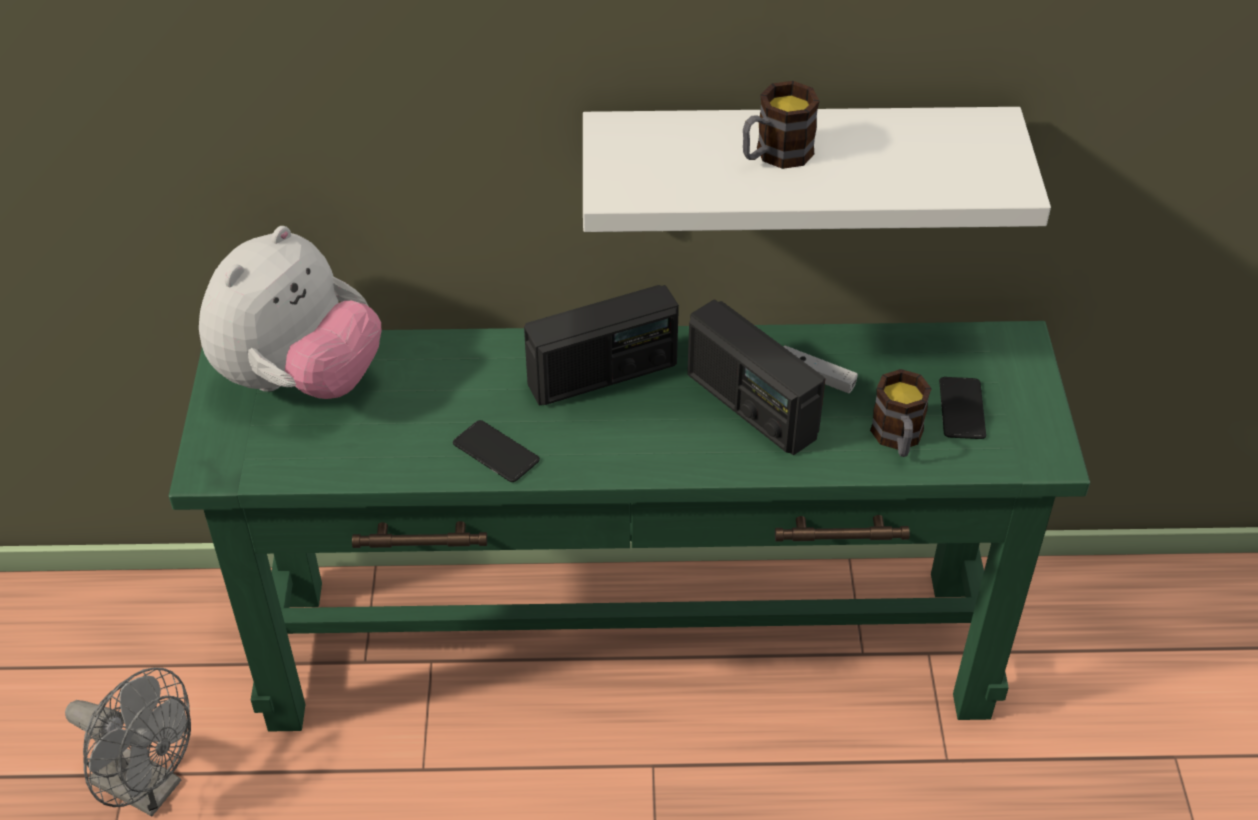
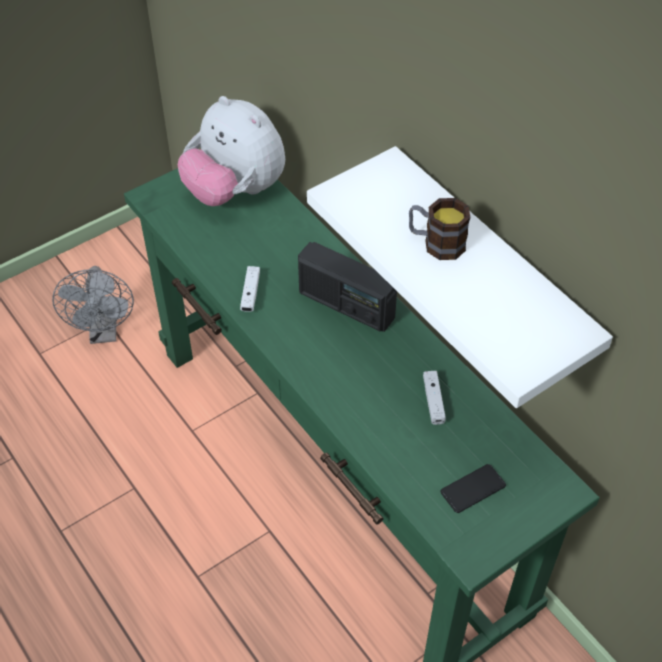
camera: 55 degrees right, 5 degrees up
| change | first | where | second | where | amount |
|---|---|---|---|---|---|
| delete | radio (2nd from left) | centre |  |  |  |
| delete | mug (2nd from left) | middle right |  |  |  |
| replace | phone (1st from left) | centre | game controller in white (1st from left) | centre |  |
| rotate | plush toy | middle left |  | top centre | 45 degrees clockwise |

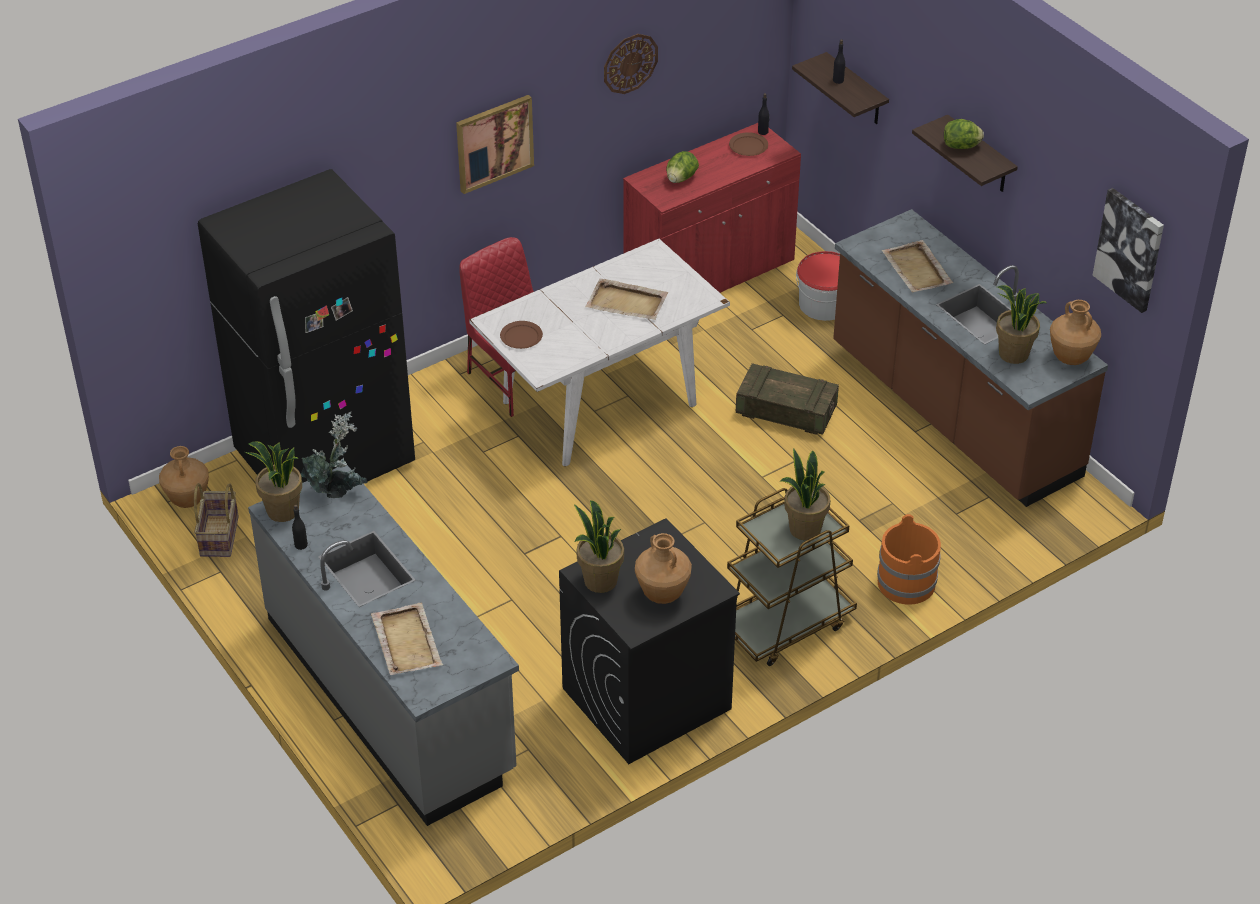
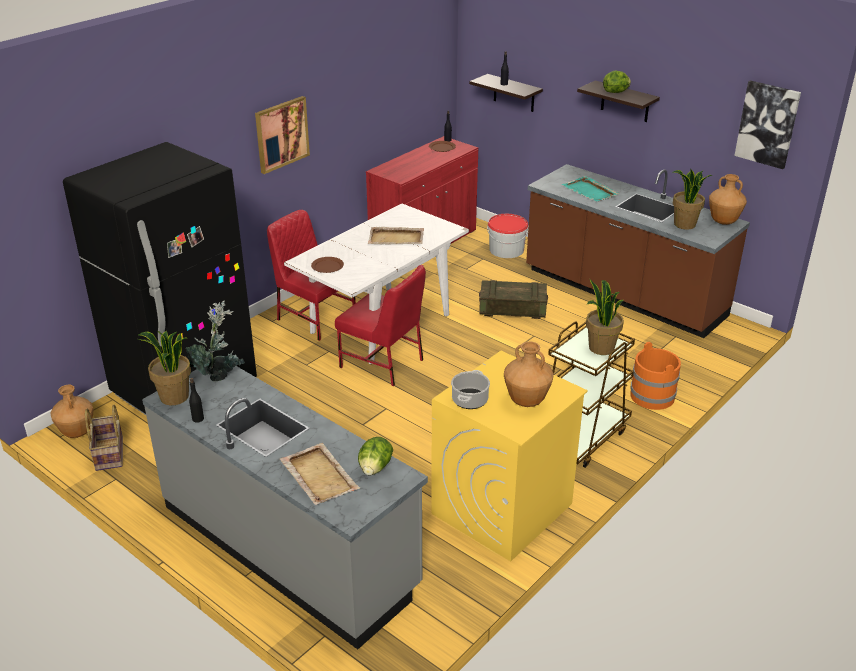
camera: 15 degrees left, 10 degrees down
| change | first | where | second | where | amount |
|---|---|---|---|---|---|
| delete | wall clock | top centre |  |  |  |
| insert |  |  | chair in red (2nd from left) | centre |  |
| move | lettuce (1st from left) | top centre |  | bottom centre |  |
| replace | potted plant (3rd from left) | centre | cooking pot | centre |  |
| recolor | washing machine in black | bottom centre | washing machine in yellow | bottom centre |  |
| recolor | tray in beige (3rd from left) | top right | tray in turquoise | top right |  |

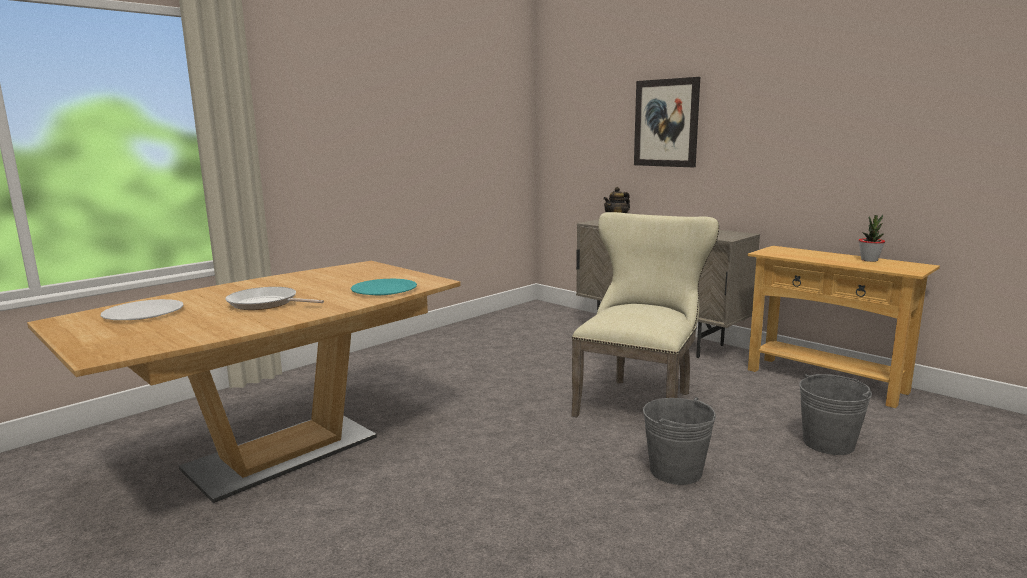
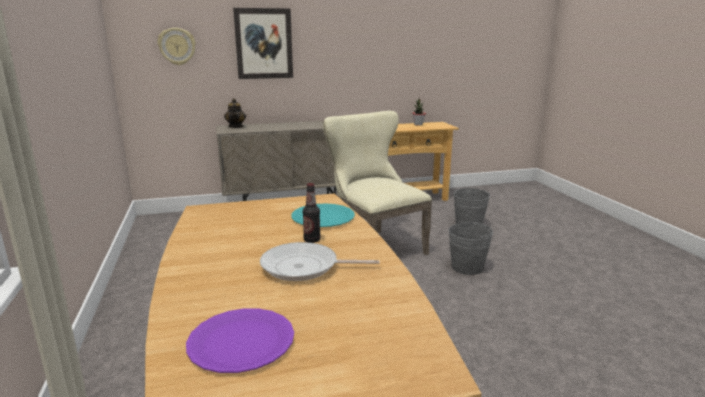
camera: 60 degrees left, 5 degrees up
| change | first | where | second | where | amount |
|---|---|---|---|---|---|
| insert |  |  | wall clock | top left |  |
| insert |  |  | bottle | centre |  |
| recolor | plate in white | middle left | plate in purple | bottom centre |  |
| rotate | frying pan | middle left |  | centre | 45 degrees clockwise |

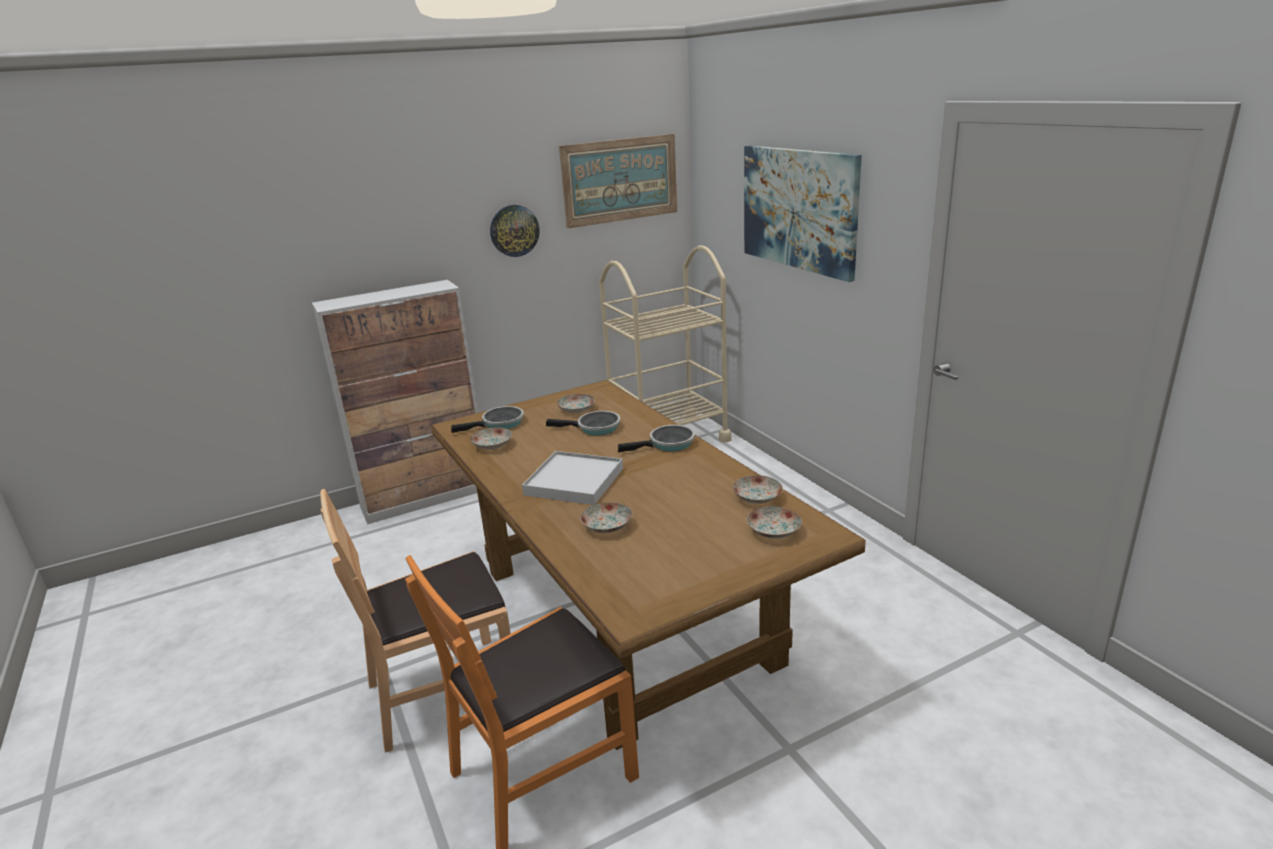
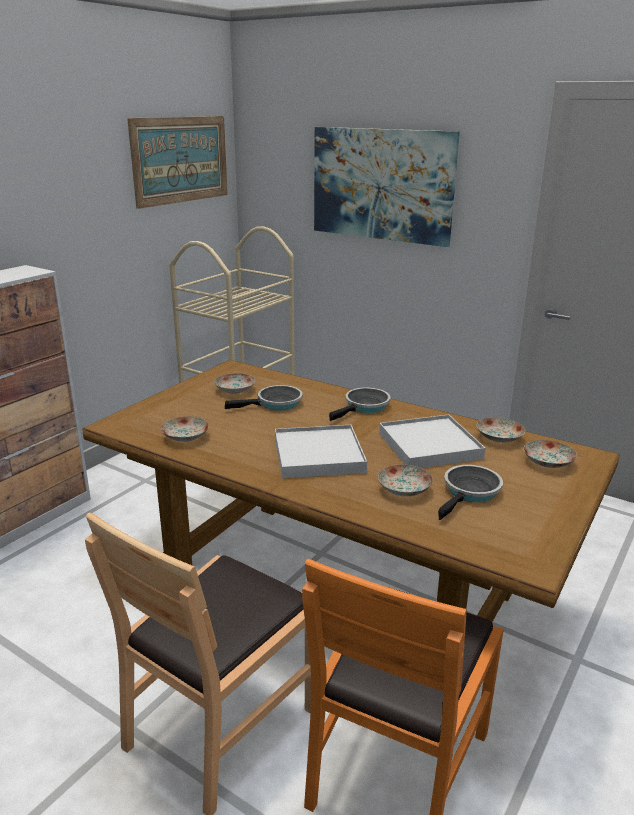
camera: 30 degrees left, 0 degrees up
| change | first | where | second | where | amount |
|---|---|---|---|---|---|
| delete | wall clock | top centre |  |  |  |
| insert |  |  | tray in white (2nd from left) | middle right |  |
| move | frying pan (1st from left in the first image) | centre | frying pan (3rd from left) | middle right |  |

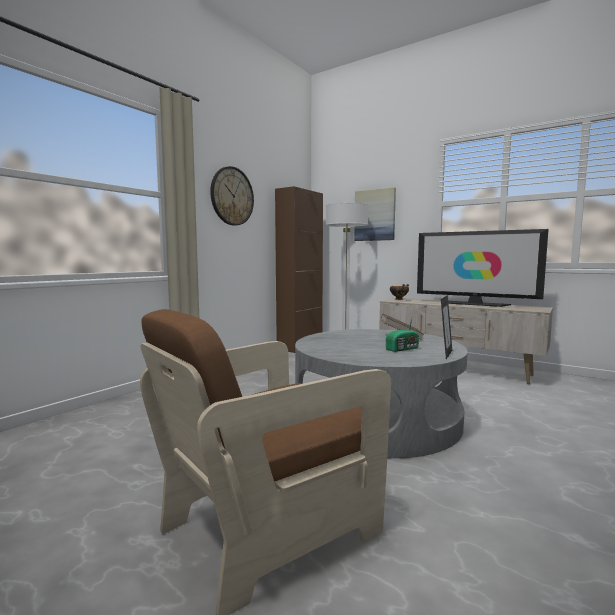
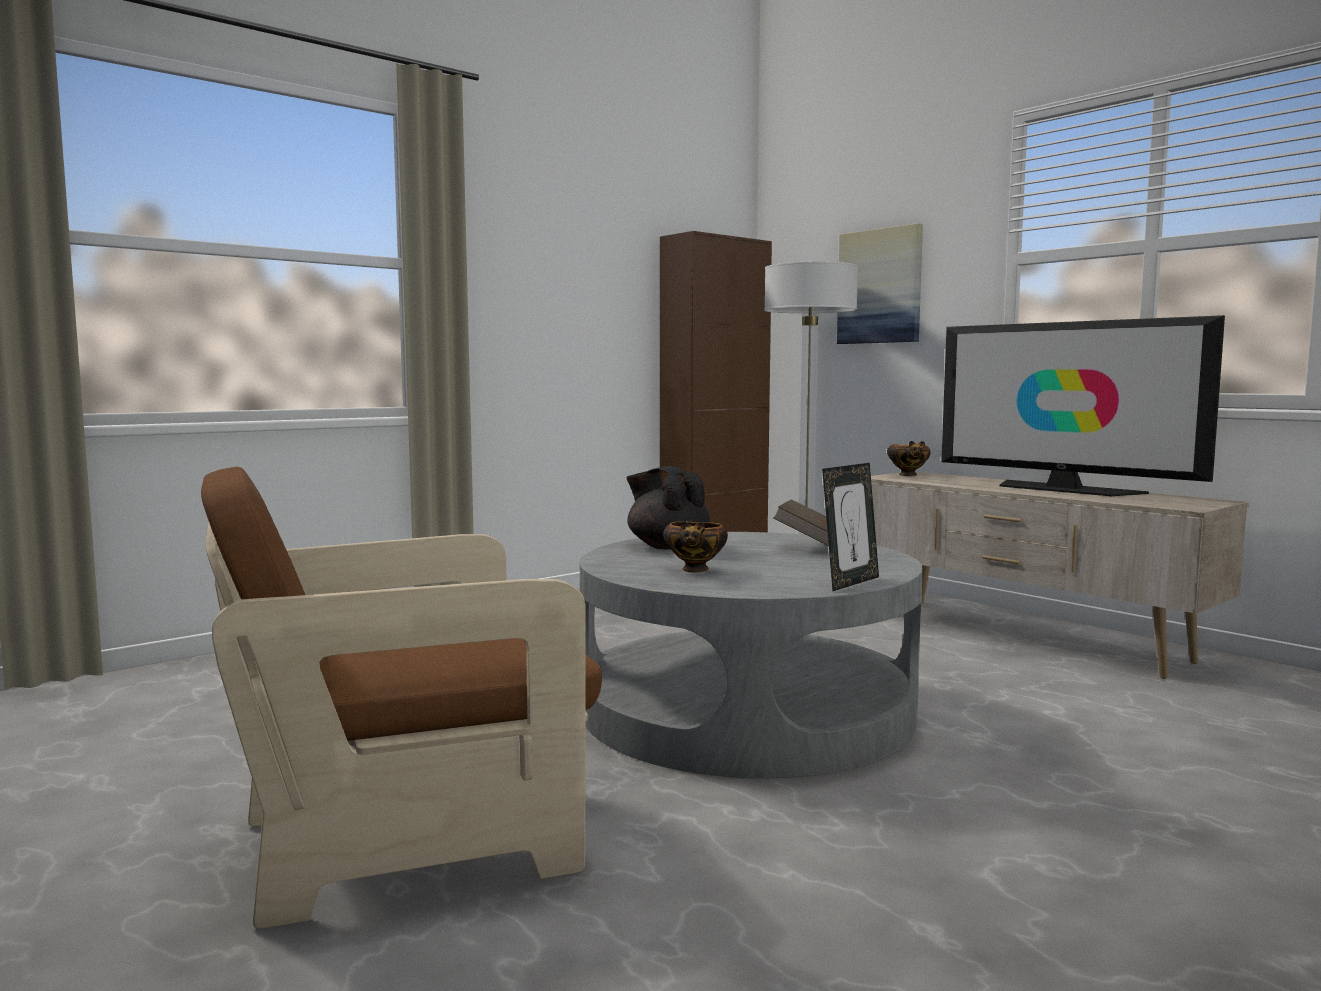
camera: 15 degrees right, 0 degrees up
| change | first | where | second | where | amount |
|---|---|---|---|---|---|
| delete | wall clock | top centre |  |  |  |
| delete | radio | centre |  |  |  |
| insert |  |  | teapot in black | centre |  |
| insert |  |  | bowl (1st from left) | centre |  |

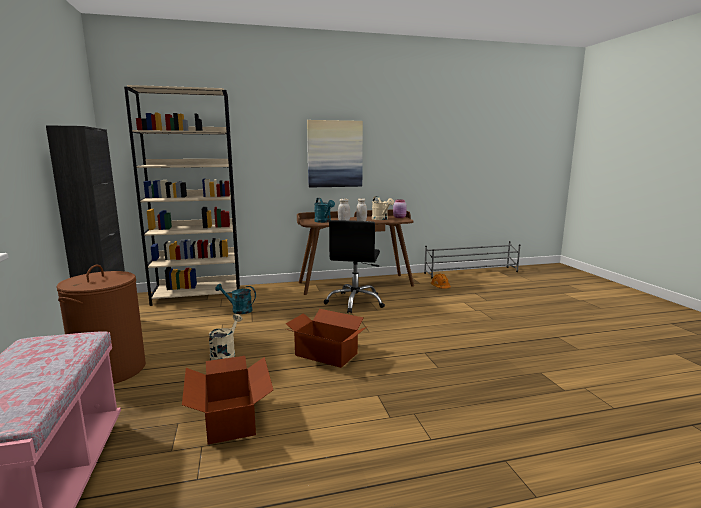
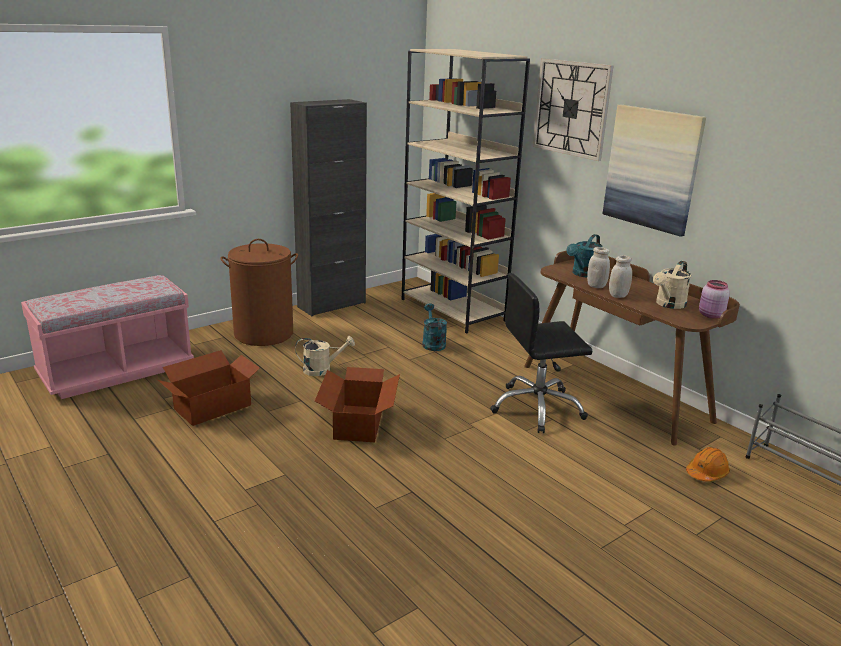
camera: 65 degrees right, 10 degrees up
| change | first | where | second | where | amount |
|---|---|---|---|---|---|
| insert |  |  | wall clock | top right |  |

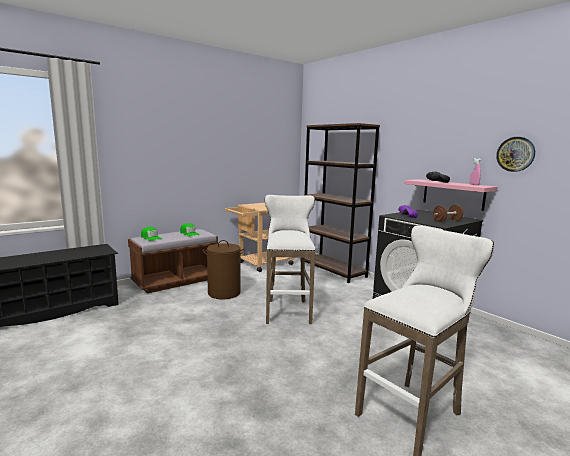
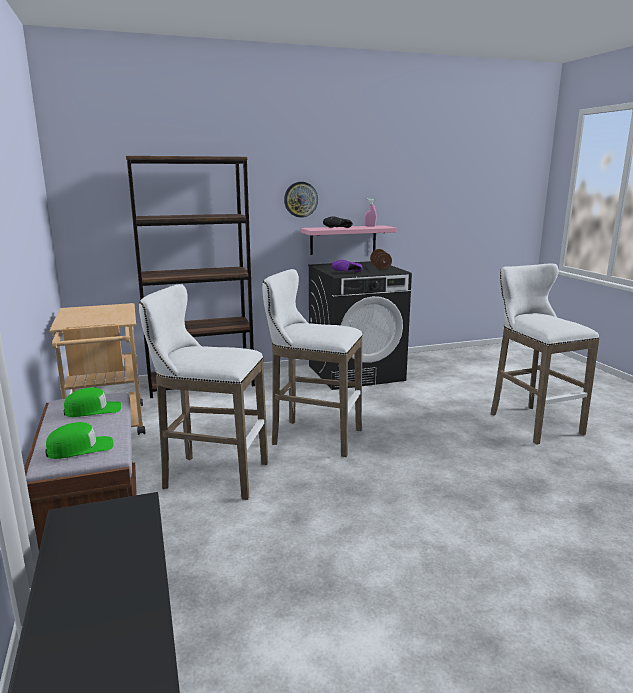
camera: 70 degrees left, 5 degrees up
| change | first | where | second | where | amount |
|---|---|---|---|---|---|
| move | wall clock | middle right |  | top centre |  |
| replace | laundry basket in brown | centre | stool in white (1st from left) | middle left |  |

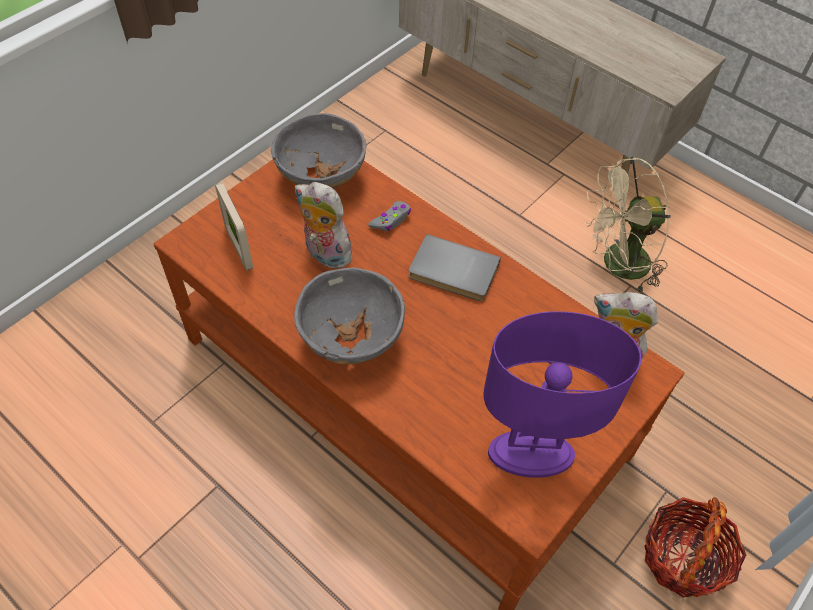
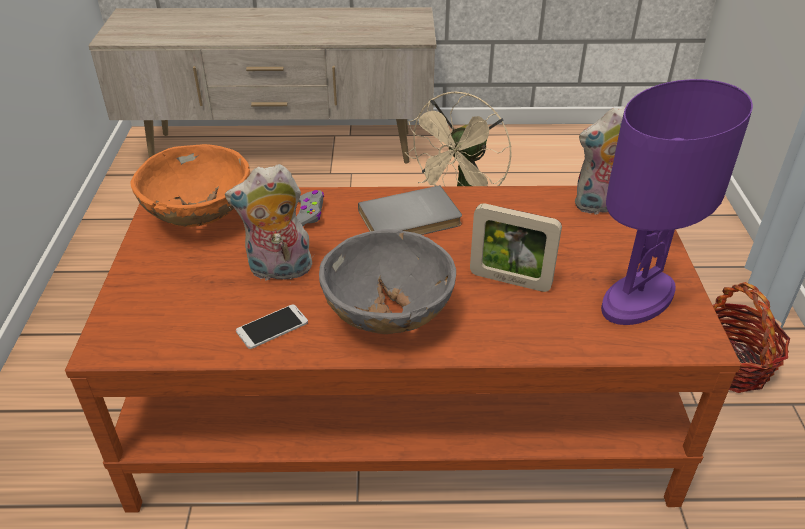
camera: 40 degrees left, 15 degrees down
| change | first | where | second | where | amount |
|---|---|---|---|---|---|
| insert |  |  | phone | centre |  |
| move | picture frame | middle left |  | centre |  |
| recolor | bowl in grey (1st from left) | top centre | bowl in orange | middle left |  |

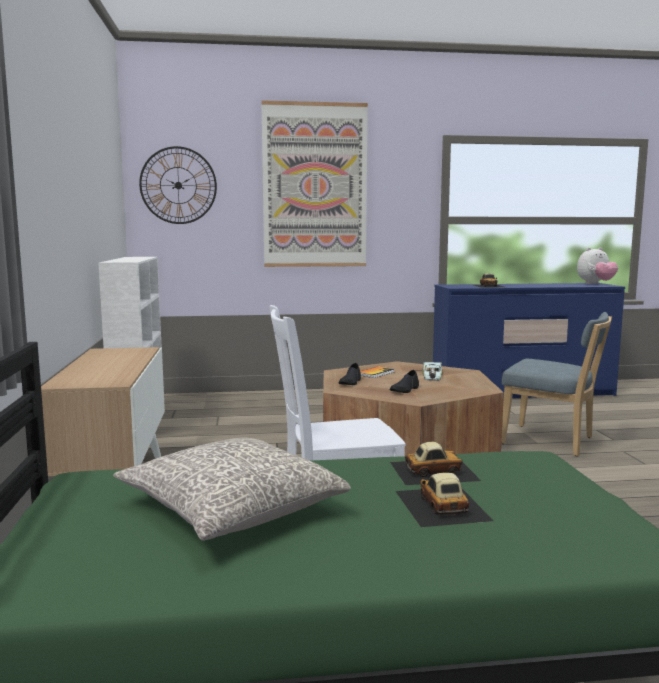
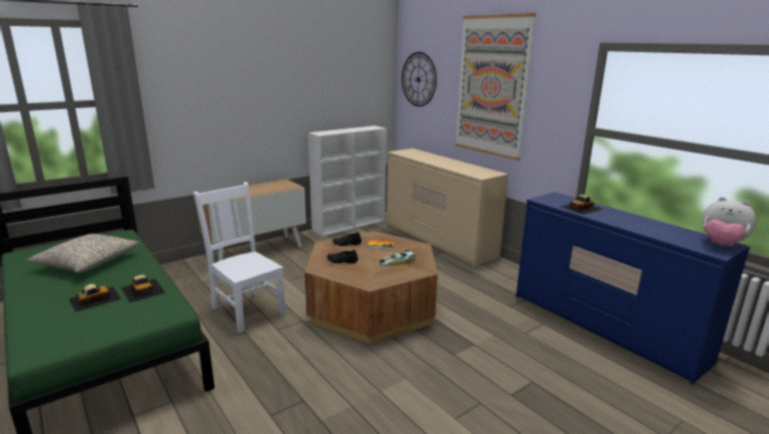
camera: 60 degrees right, 10 degrees up
| change | first | where | second | where | amount |
|---|---|---|---|---|---|
| delete | chair in blue | middle right |  |  |  |
| insert |  |  | dresser in beige | centre |  |

